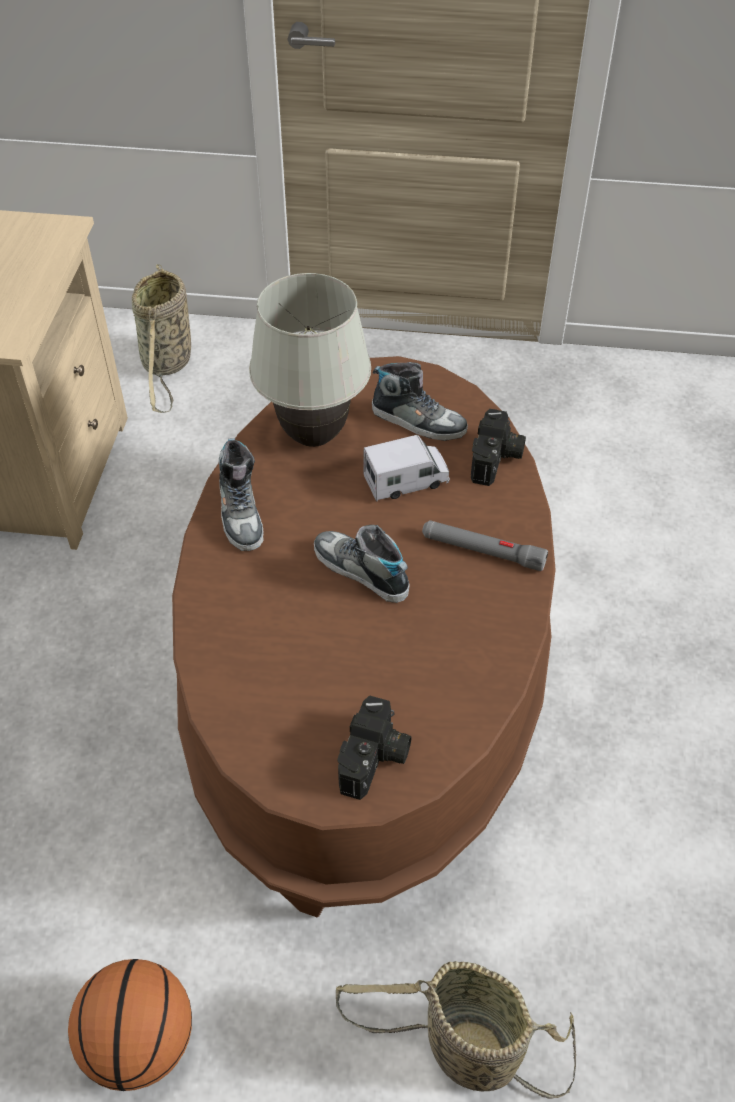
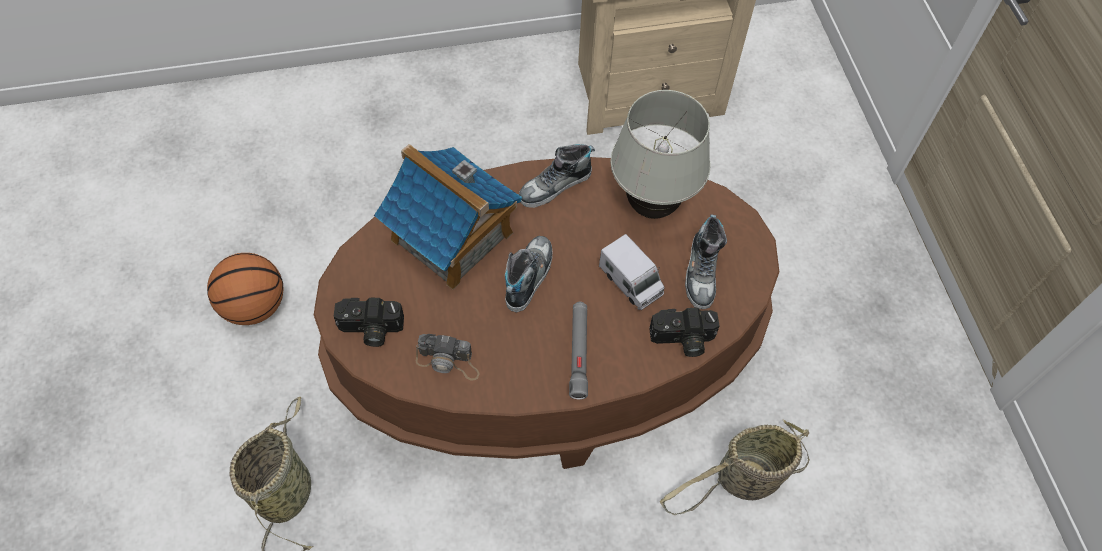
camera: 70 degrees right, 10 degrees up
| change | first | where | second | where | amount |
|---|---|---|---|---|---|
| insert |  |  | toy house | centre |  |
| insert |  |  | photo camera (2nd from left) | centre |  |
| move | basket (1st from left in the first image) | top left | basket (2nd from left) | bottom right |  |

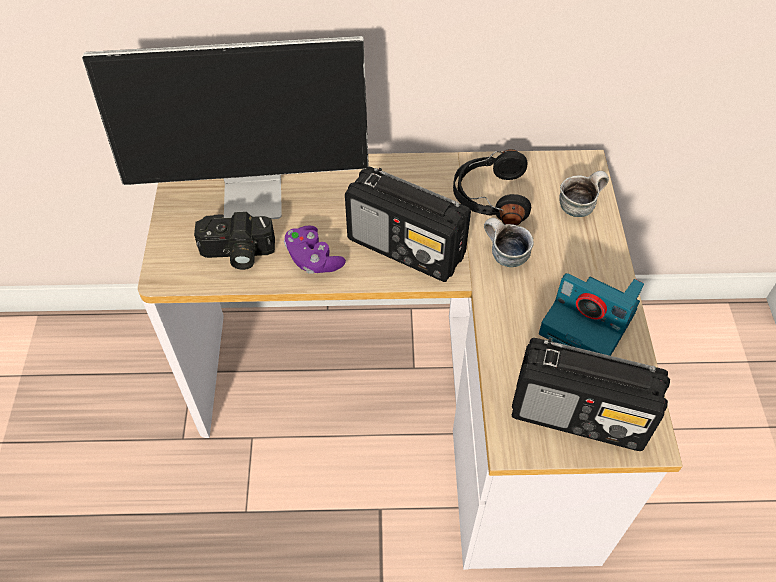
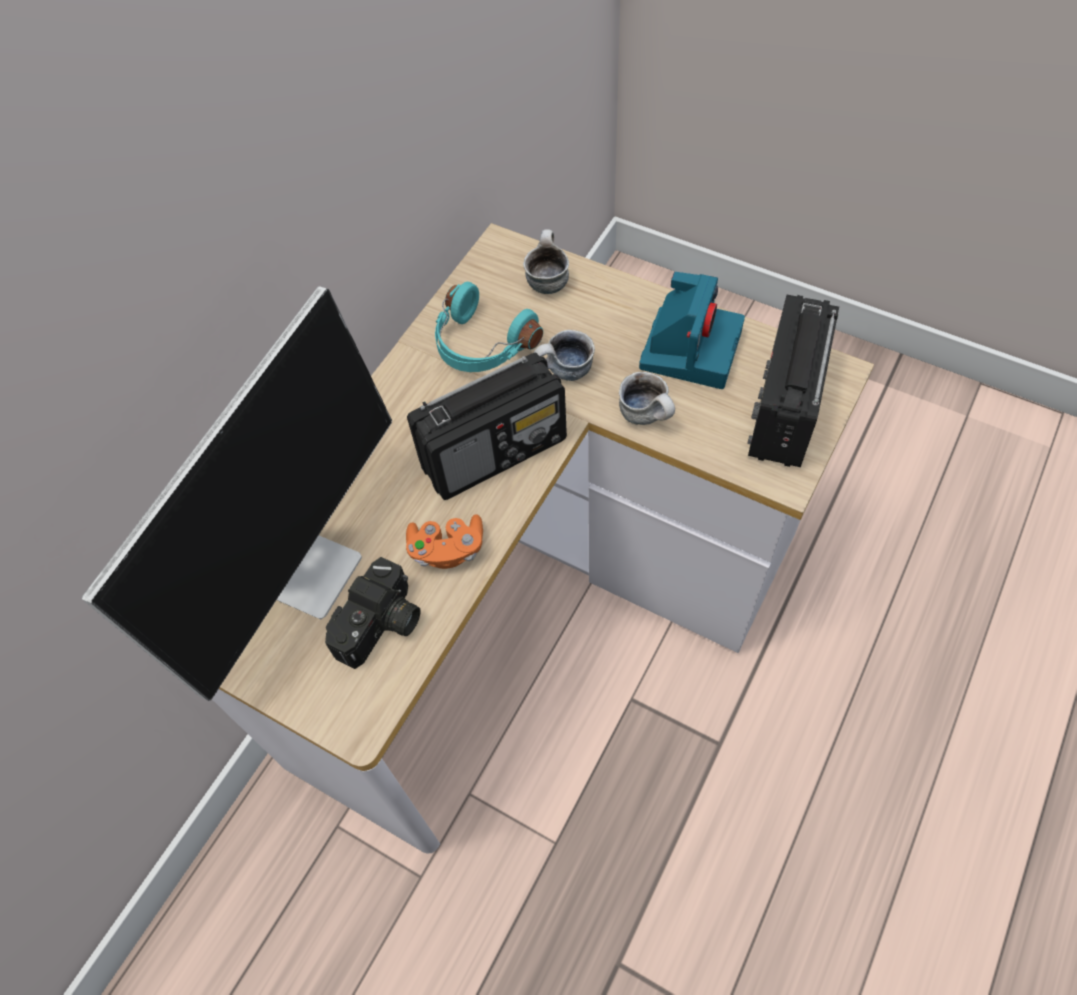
camera: 55 degrees left, 5 degrees up
| change | first | where | second | where | amount |
|---|---|---|---|---|---|
| insert |  |  | mug (3rd from left) | centre |  |
| recolor | game controller in purple | centre | game controller in orange | centre |  |
| recolor | headphones in black | top centre | headphones in turquoise | top centre |  |
| rotate | radio (2nd from left) | bottom right |  | middle right | 150 degrees clockwise |
| rotate | photo camera (2nd from left) | middle right |  | top centre | 45 degrees counterclockwise |

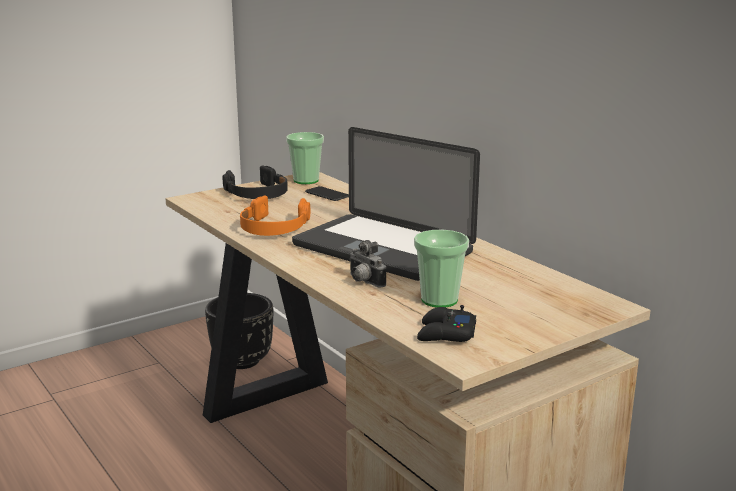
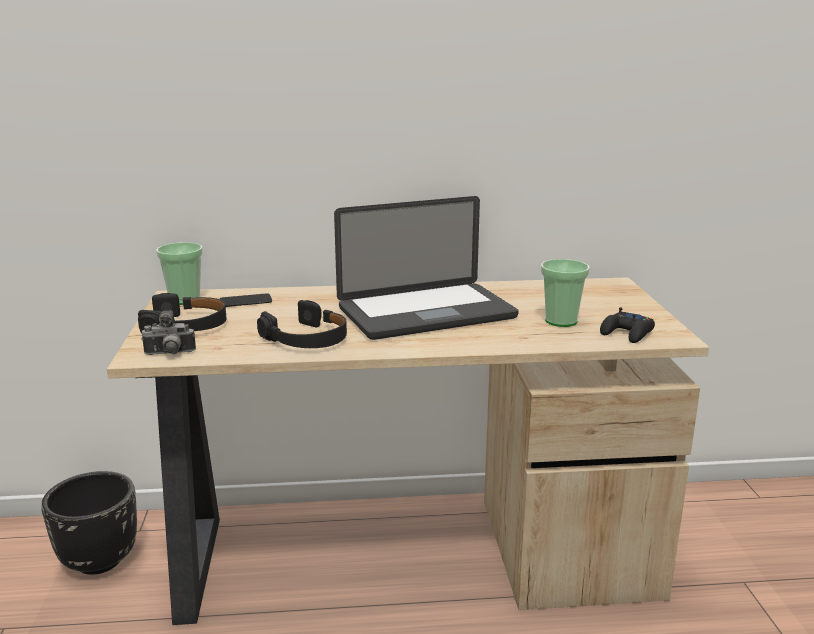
camera: 60 degrees left, 0 degrees up
| change | first | where | second | where | amount |
|---|---|---|---|---|---|
| move | photo camera | centre |  | middle left |  |
| recolor | headphones in orange | centre | headphones in black (2nd from left) | centre |  |

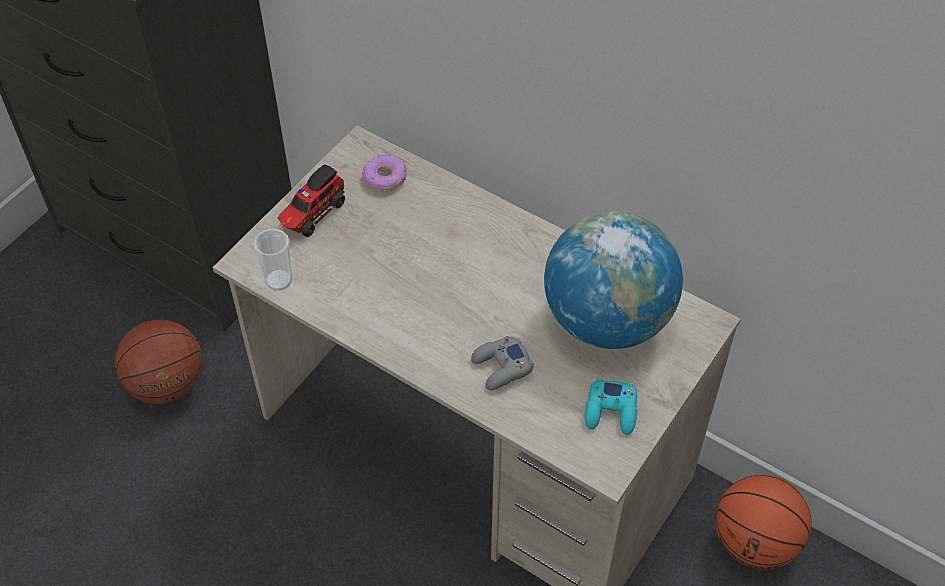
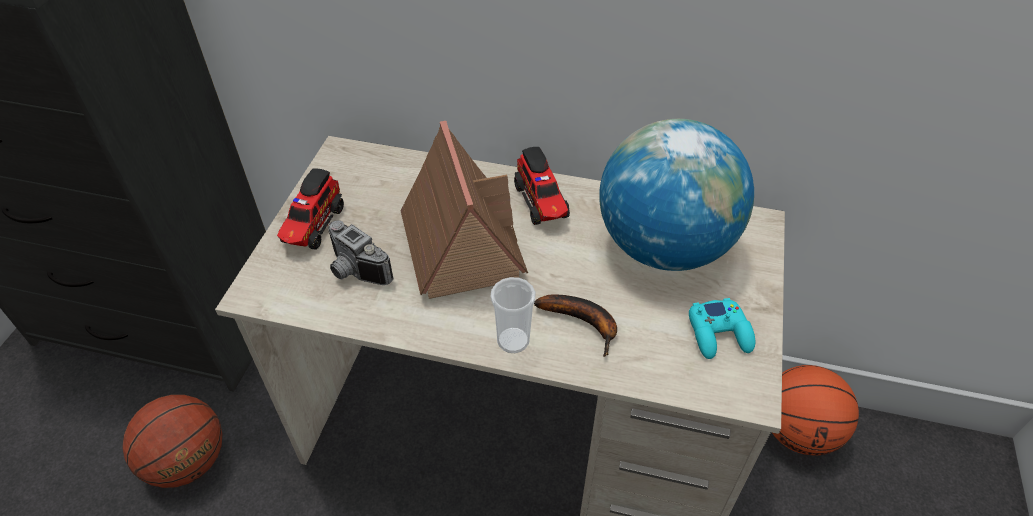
camera: 20 degrees left, 5 degrees down
| change | first | where | second | where | amount |
|---|---|---|---|---|---|
| delete | donut | top centre |  |  |  |
| insert |  |  | photo camera | centre |  |
| insert |  |  | toy house | centre |  |
| insert |  |  | toy truck (2nd from left) | centre |  |
| move | cup | middle left |  | centre |  |
| replace | game controller in grey | centre | banana | centre |  |

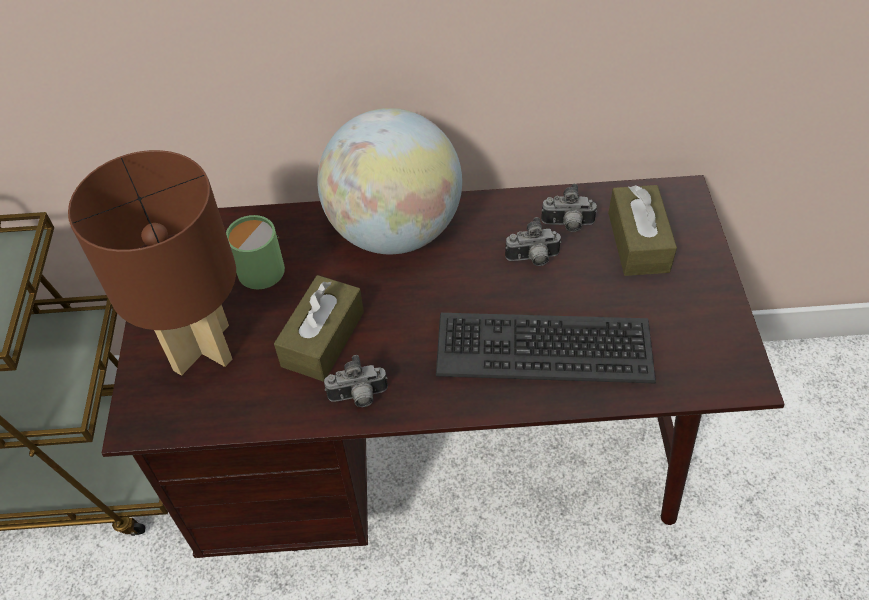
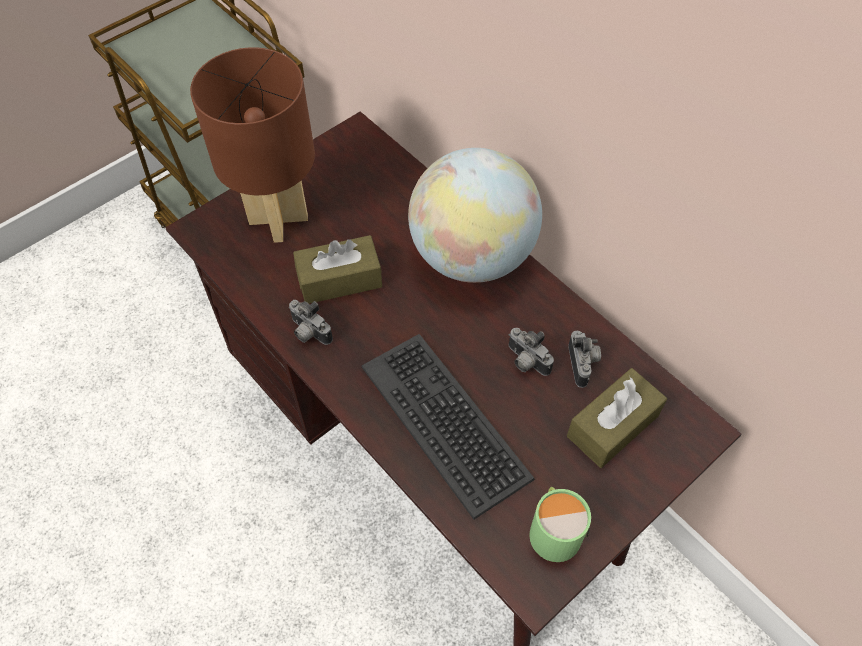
camera: 50 degrees right, 5 degrees up
| change | first | where | second | where | amount |
|---|---|---|---|---|---|
| move | mug in green | middle left |  | bottom centre |  |
| rotate | photo camera (3rd from left) | centre |  | middle right | 150 degrees counterclockwise |

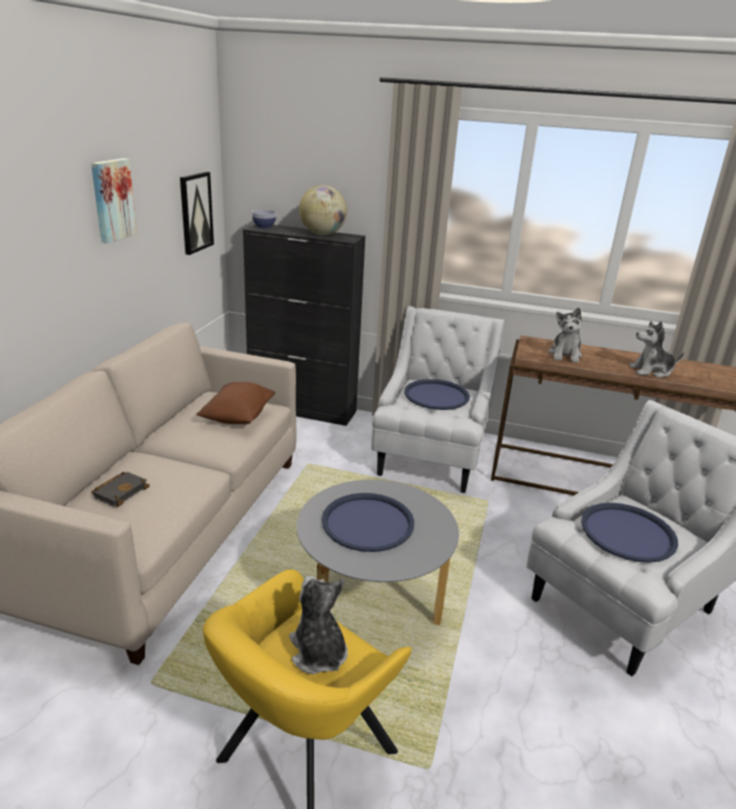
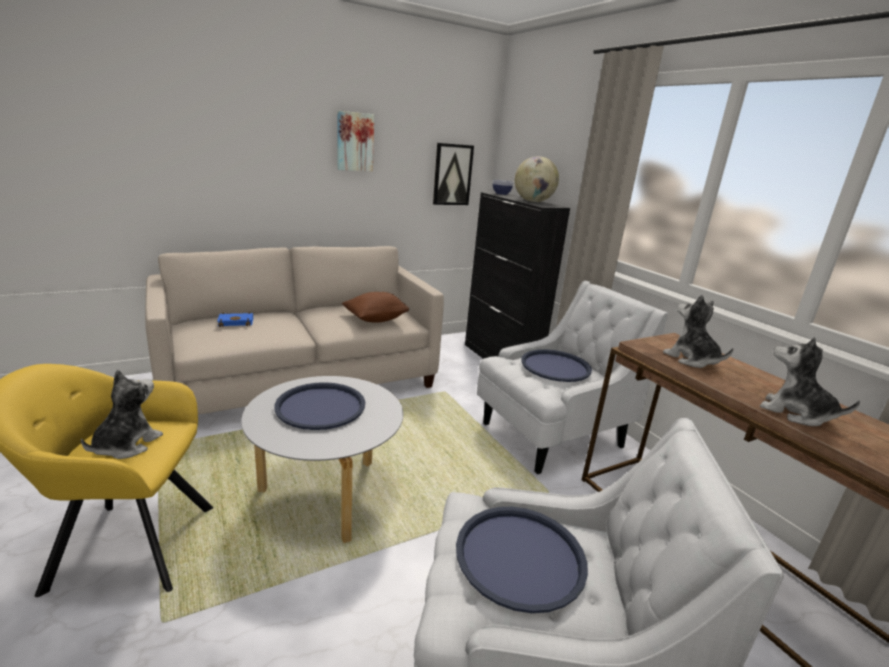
camera: 45 degrees right, 5 degrees down
| change | first | where | second | where | amount |
|---|---|---|---|---|---|
| recolor | book in black | middle left | book in blue | middle left |  |
| rotate | plush toy (2nd from left) | middle right |  | middle right | 90 degrees clockwise |

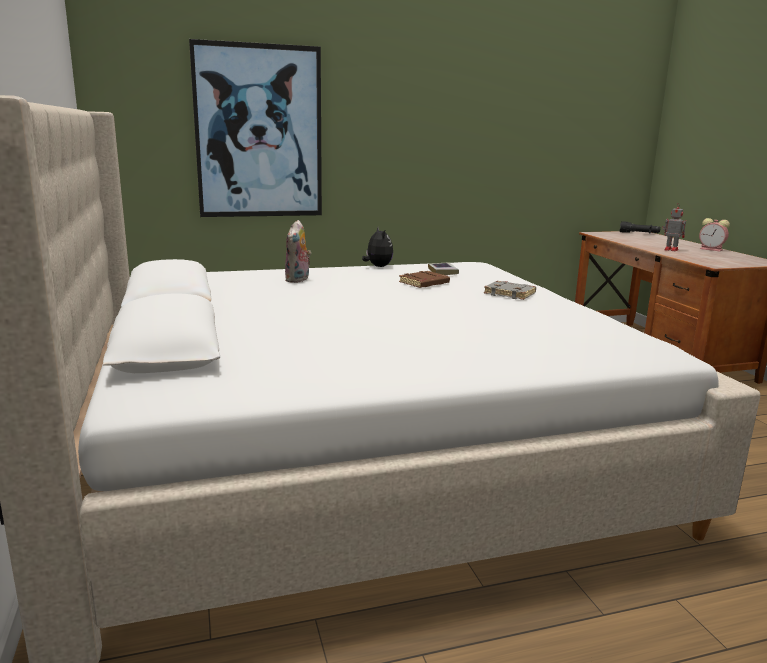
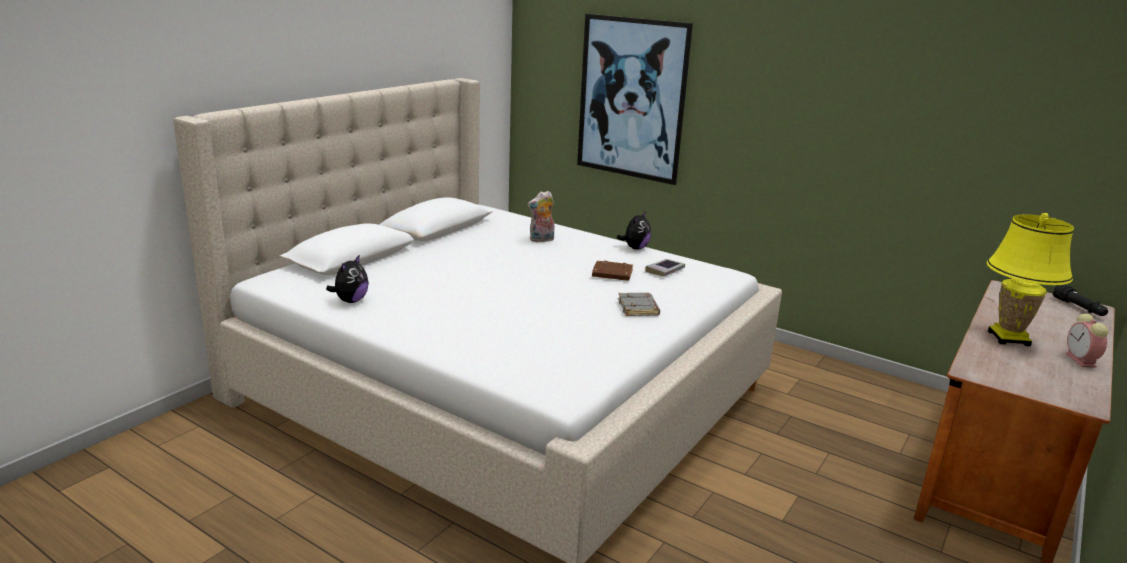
camera: 50 degrees right, 5 degrees up
| change | first | where | second | where | amount |
|---|---|---|---|---|---|
| insert |  |  | plush toy (1st from left) | middle left |  |
| replace | toy robot | middle right | table lamp in yellow | middle right |  |

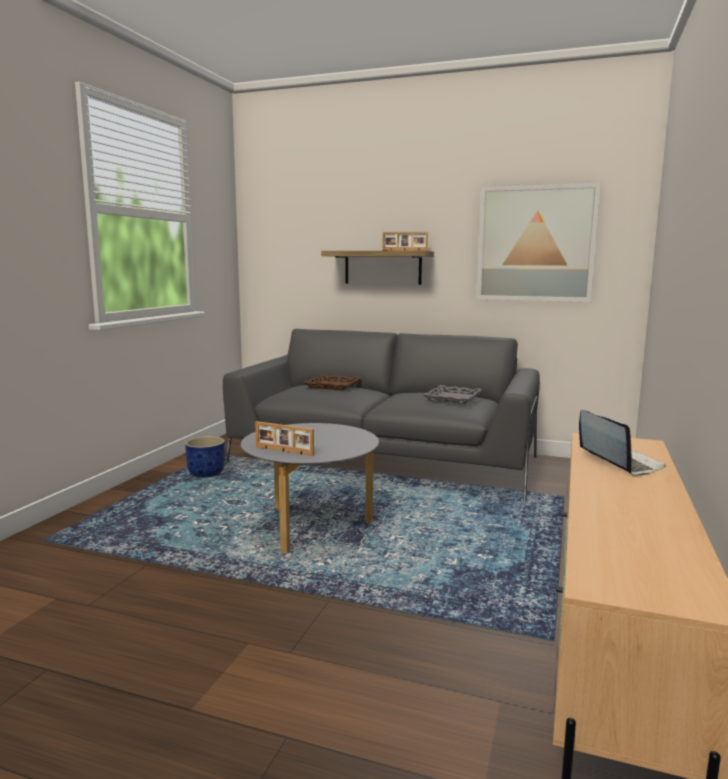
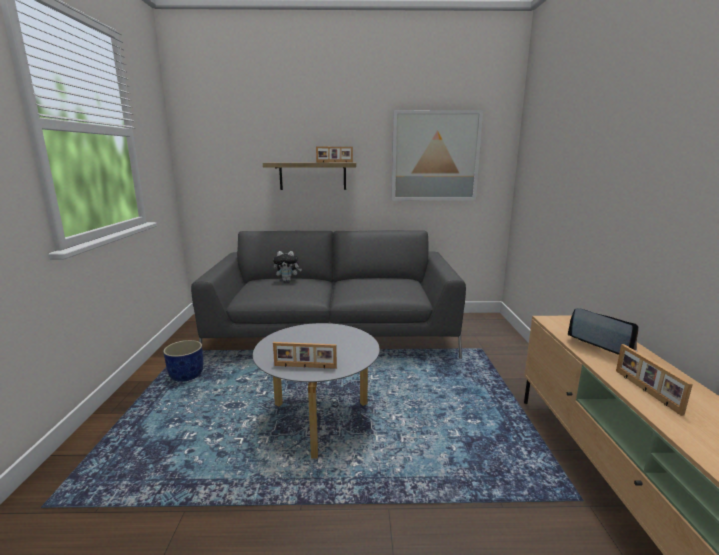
camera: 20 degrees left, 5 degrees up
| change | first | where | second | where | amount |
|---|---|---|---|---|---|
| delete | tray in grey | centre |  |  |  |
| insert |  |  | picture frame (3rd from left) | bottom right |  |
| replace | tray in brown | centre | plush toy | centre |  |

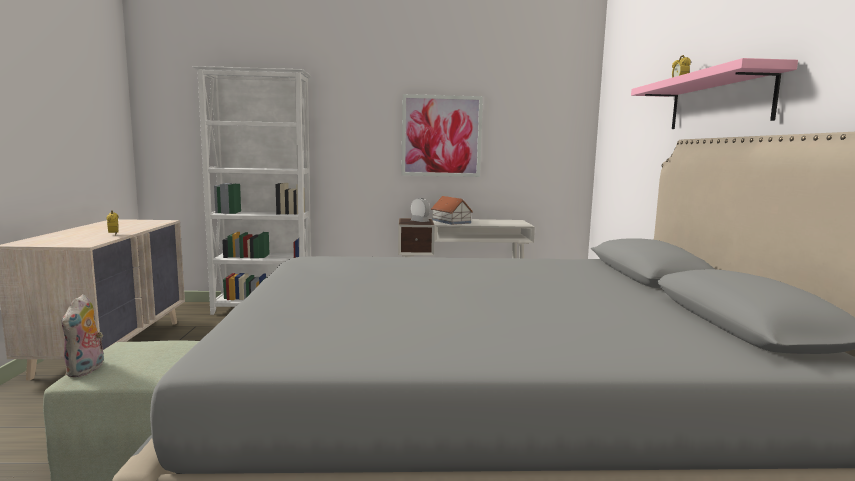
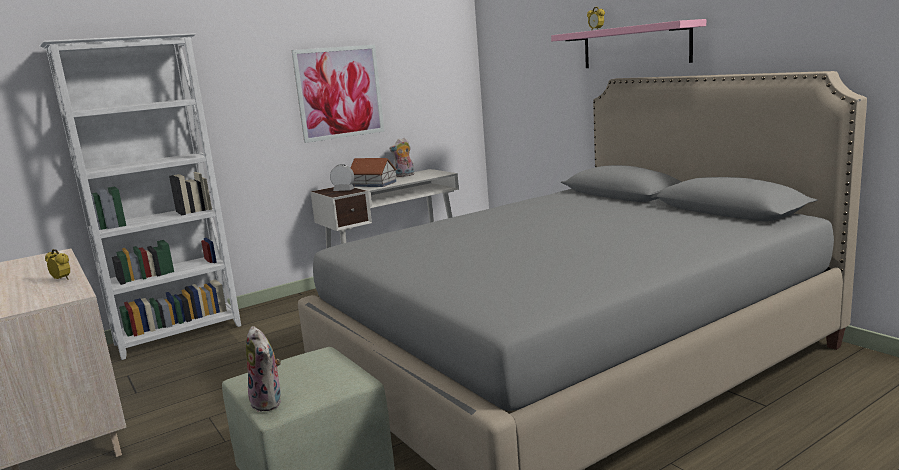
camera: 30 degrees left, 5 degrees up
| change | first | where | second | where | amount |
|---|---|---|---|---|---|
| insert |  |  | plush toy (2nd from left) | centre |  |

